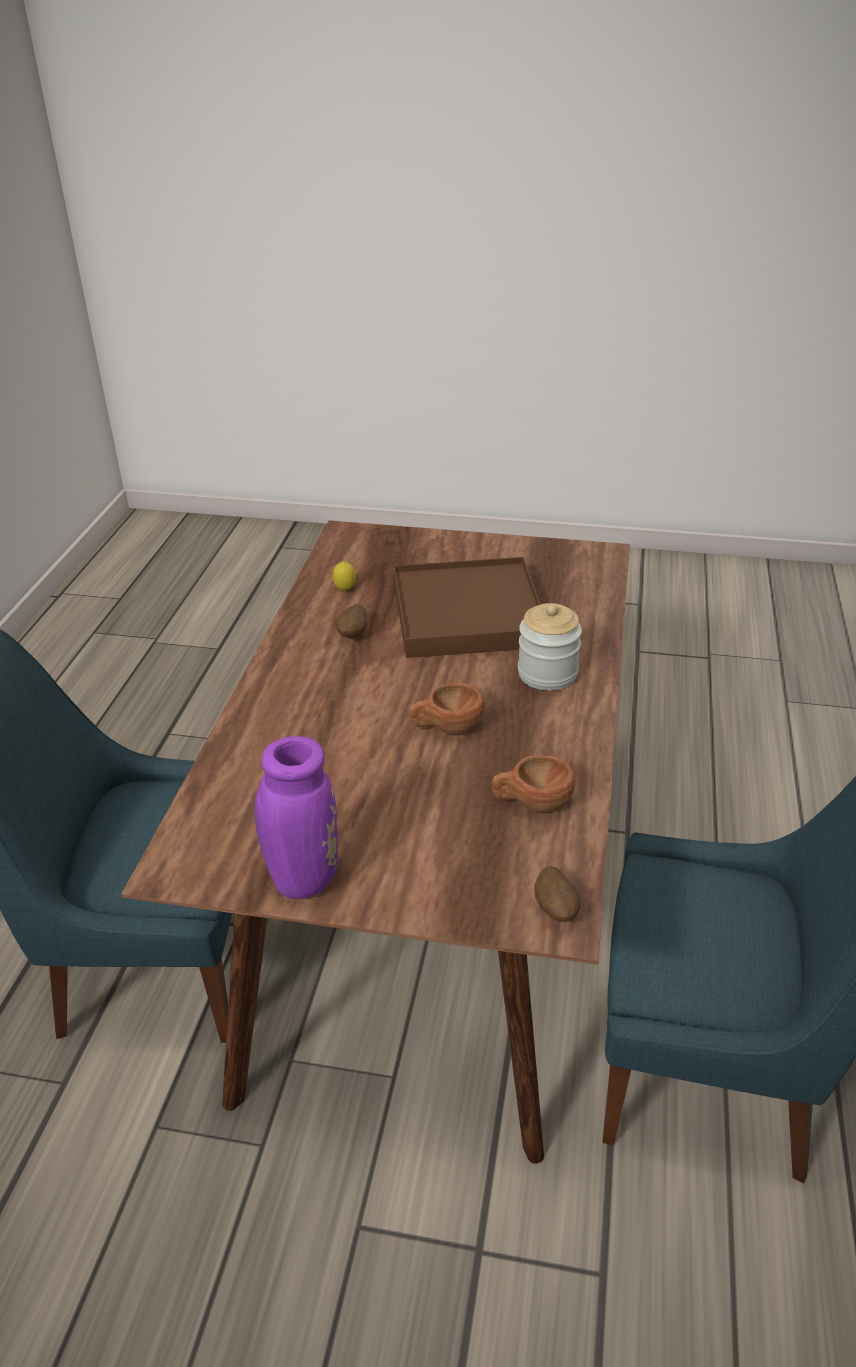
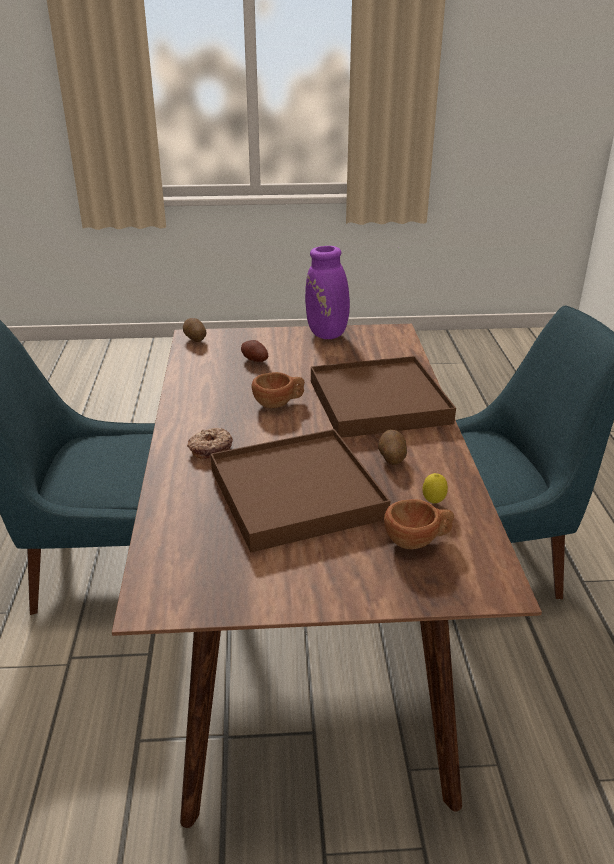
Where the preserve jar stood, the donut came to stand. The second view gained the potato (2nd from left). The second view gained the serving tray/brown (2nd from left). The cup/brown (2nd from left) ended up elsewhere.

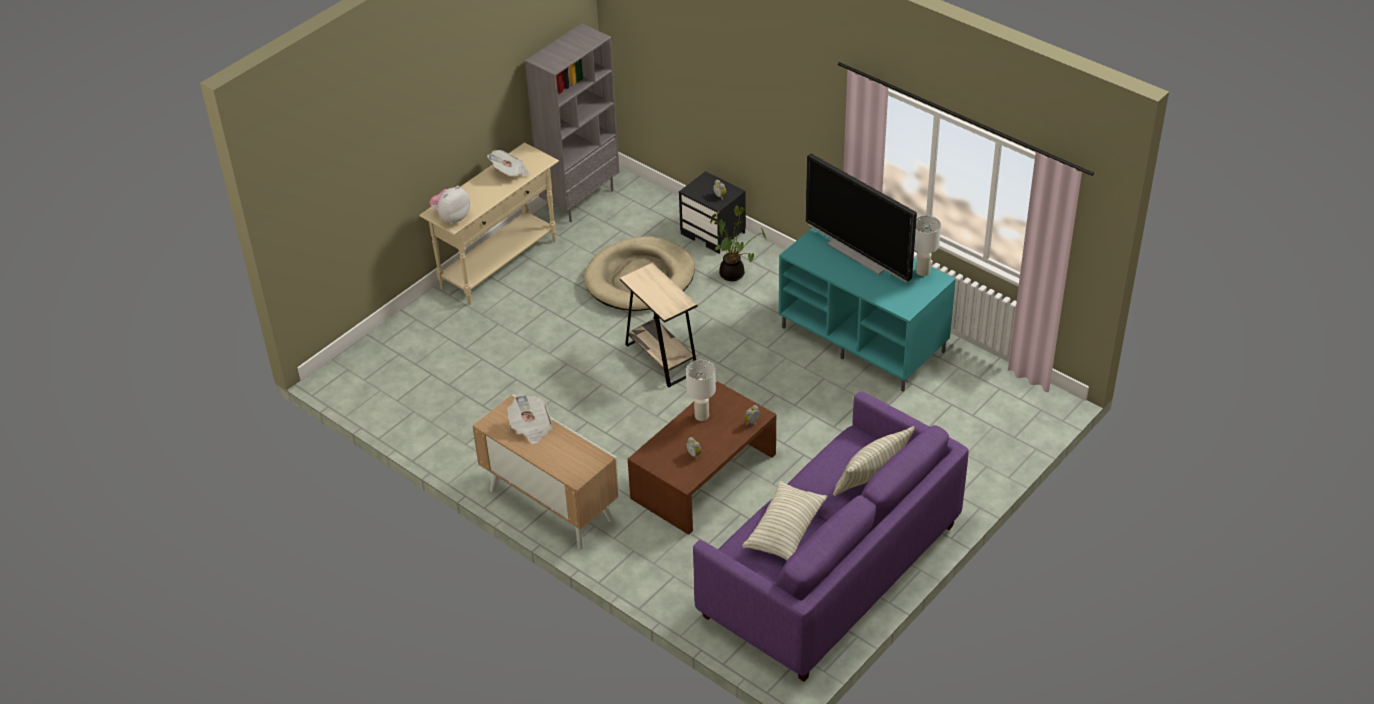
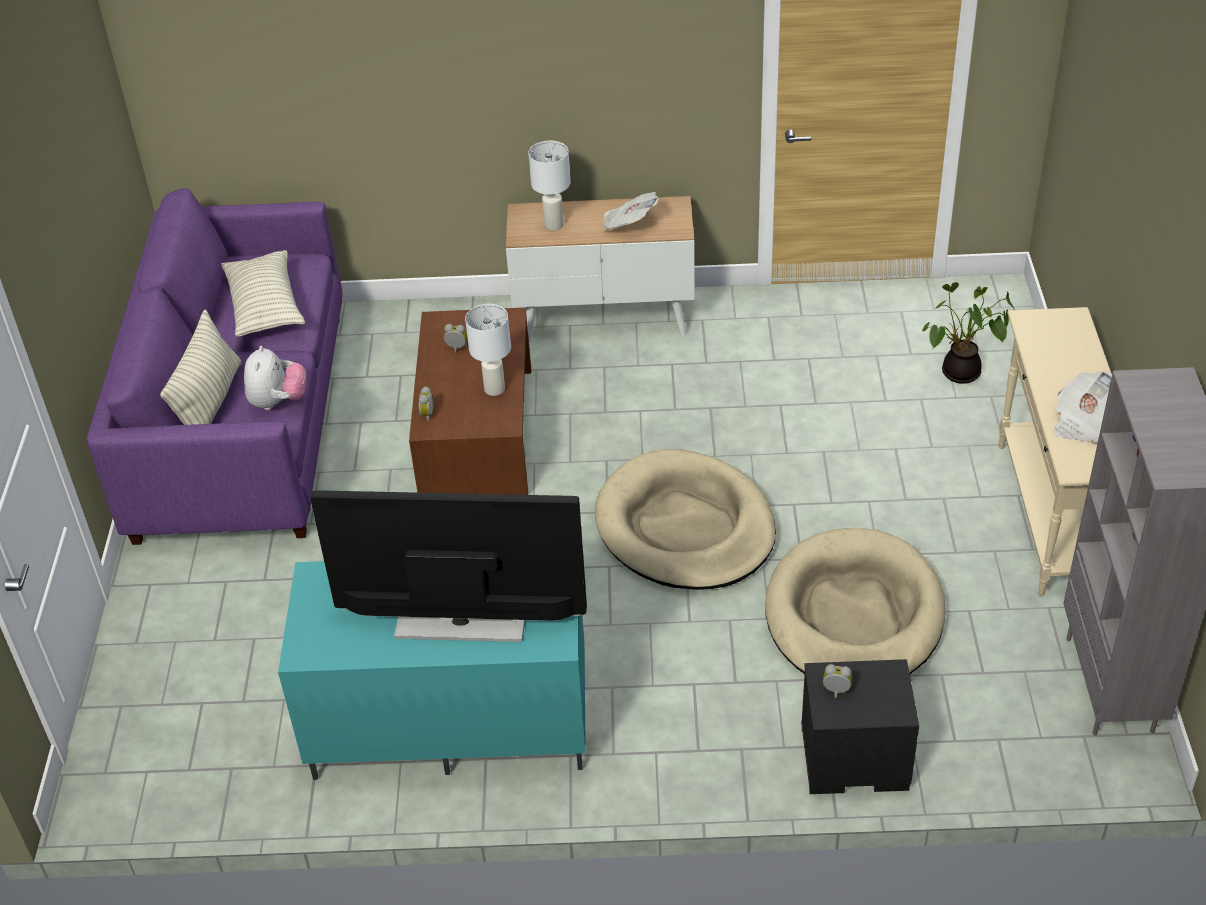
The soft toy ended up elsewhere. The tabletop lamp/white-coloured (2nd from left) ended up elsewhere. Where the end table/beige-coloured stood, the dog bed/beige-coloured (1st from left) came to stand. The houseplant ended up elsewhere.

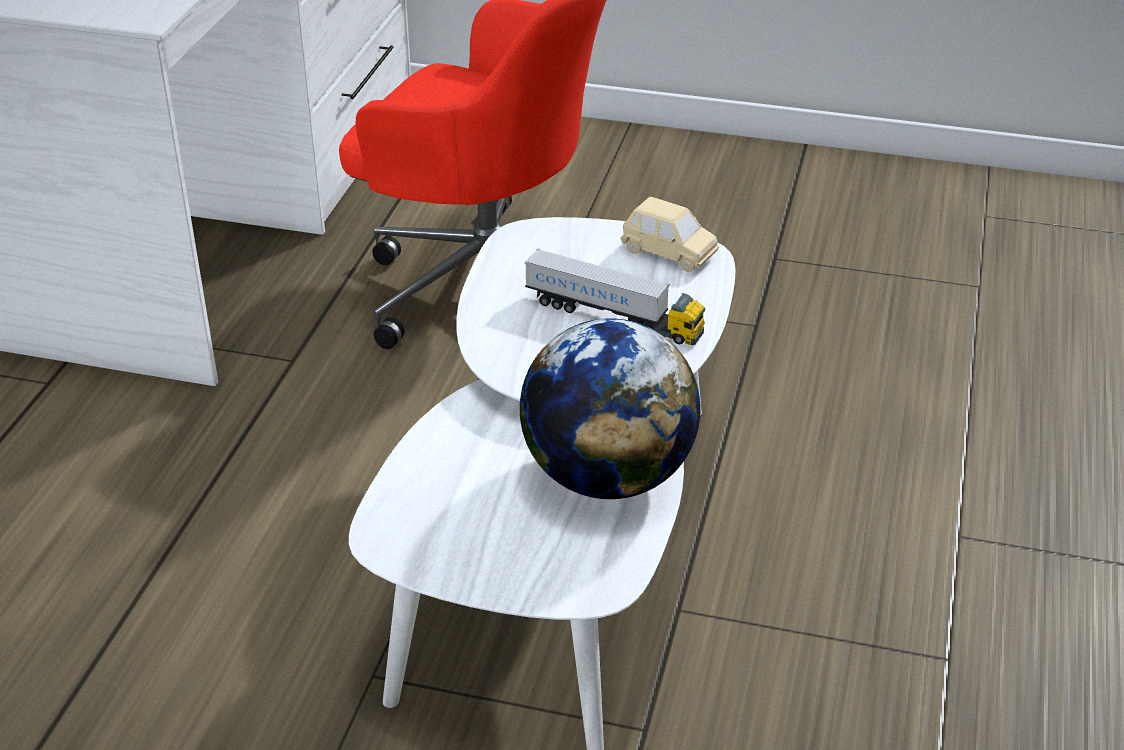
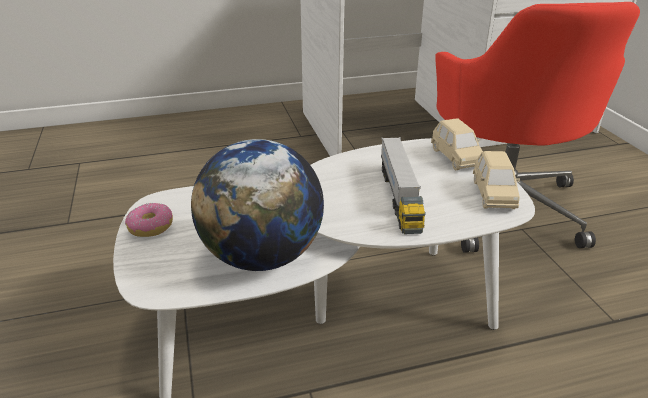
The second view gained the donut. The second view gained the toy car/beige-coloured (1st from left).

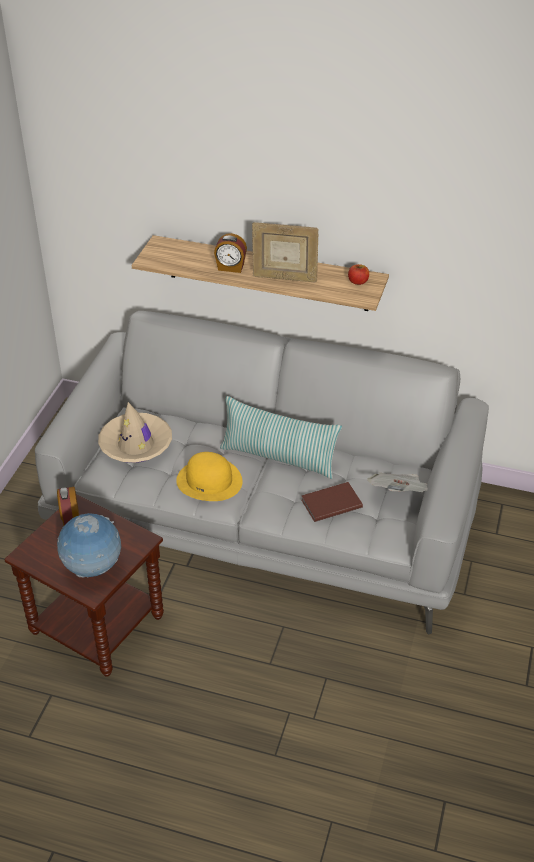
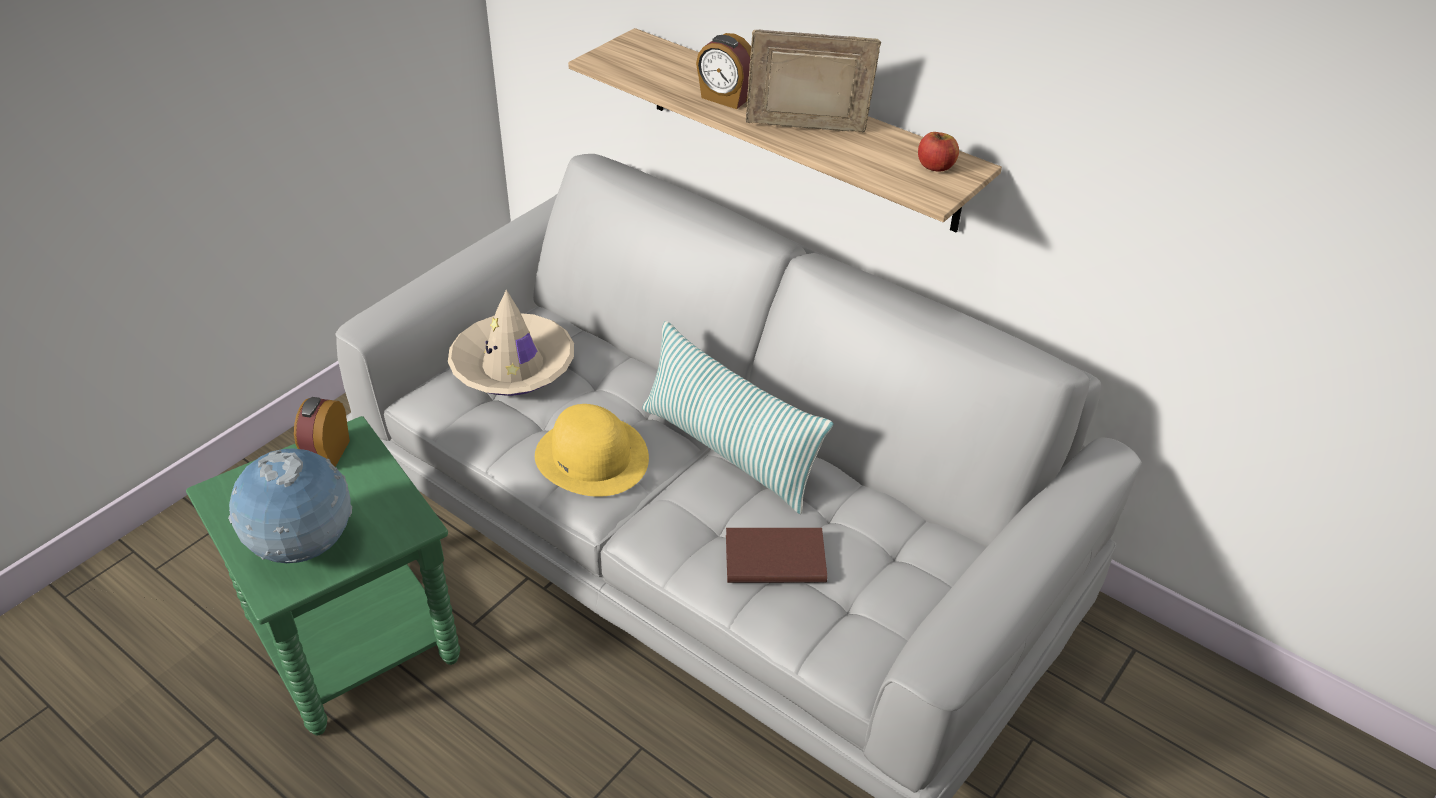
What was the end table/brown turned into the end table/greenish. The photo frame ended up facing another way, 150 degrees clockwise from before. The second view lost the daily paper.

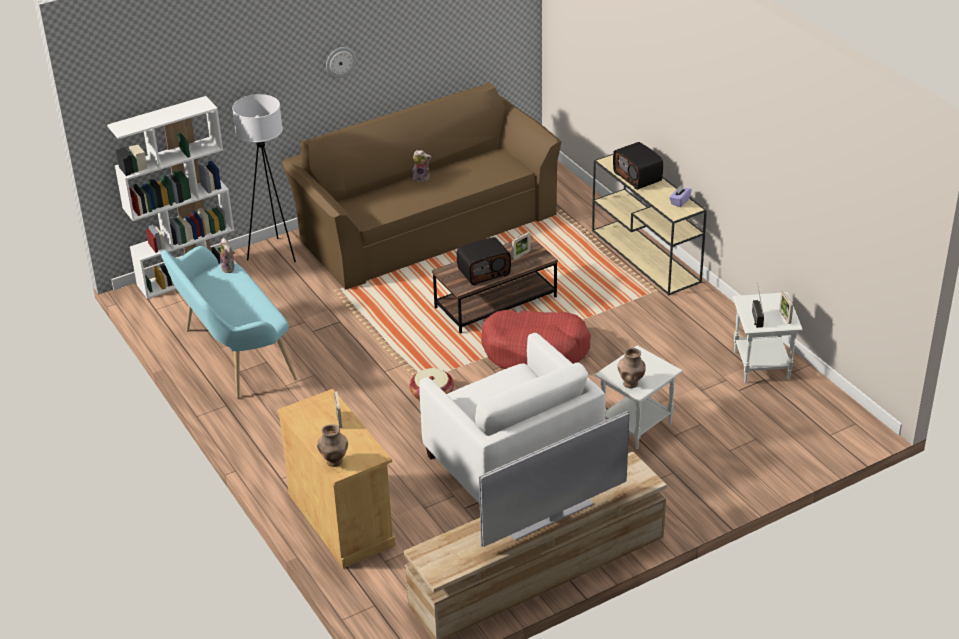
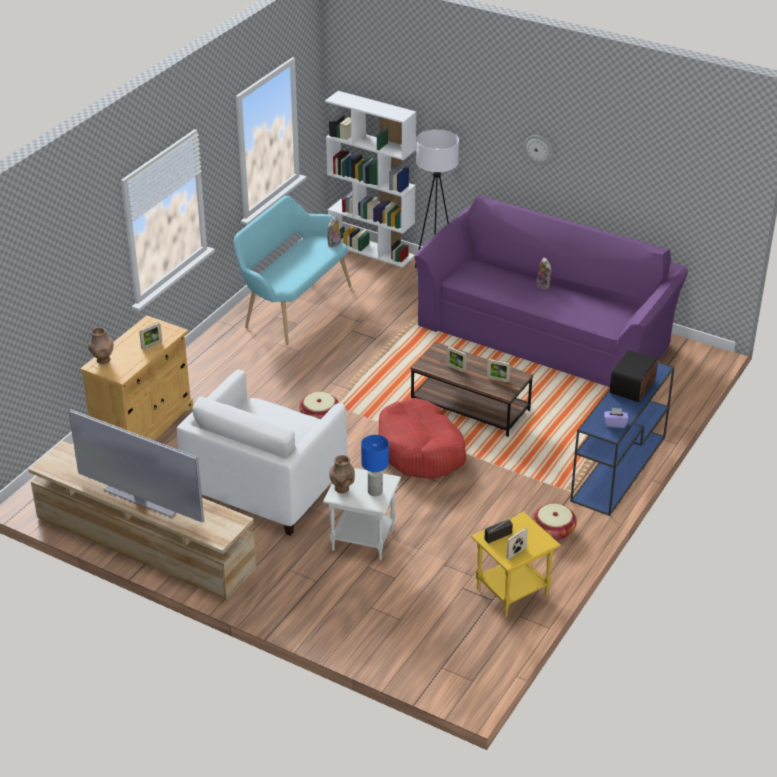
The second view gained the tabletop lamp/blue-coloured. What was the sofa/brown turned into the sofa/purple-coloured. Where the radio (1st from left) stood, the photo frame (2nd from left) came to stand. What was the end table/white-coloured (2nd from left) turned into the end table/yellow. The second view gained the household basket (2nd from left). What was the narrow table/beige-coloured turned into the narrow table/blue-coloured.

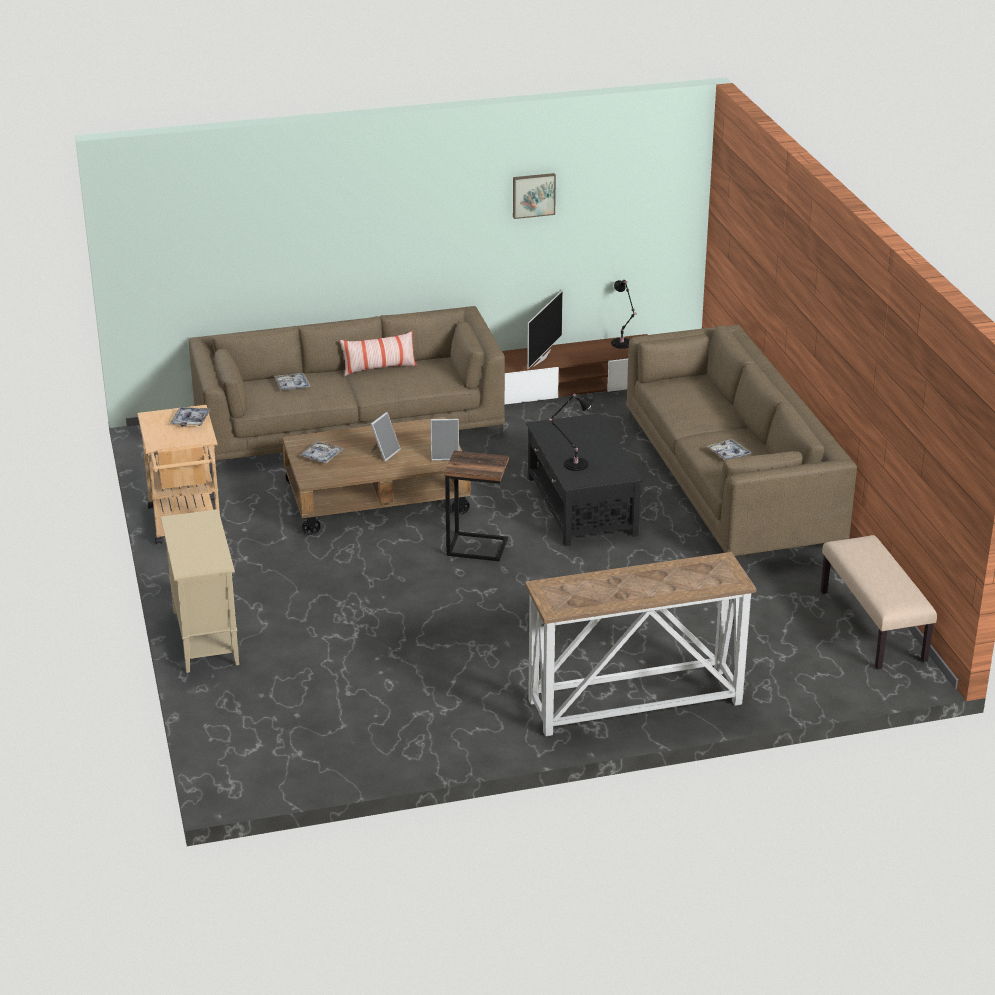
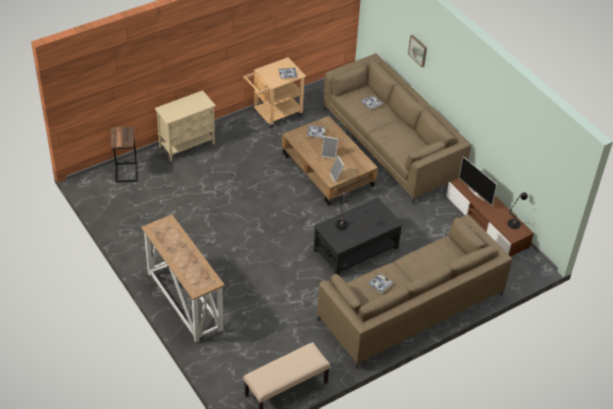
The end table ended up elsewhere. The wall picture ended up elsewhere. The TV ended up facing another way, 45 degrees clockwise from before. The second view lost the pillow.

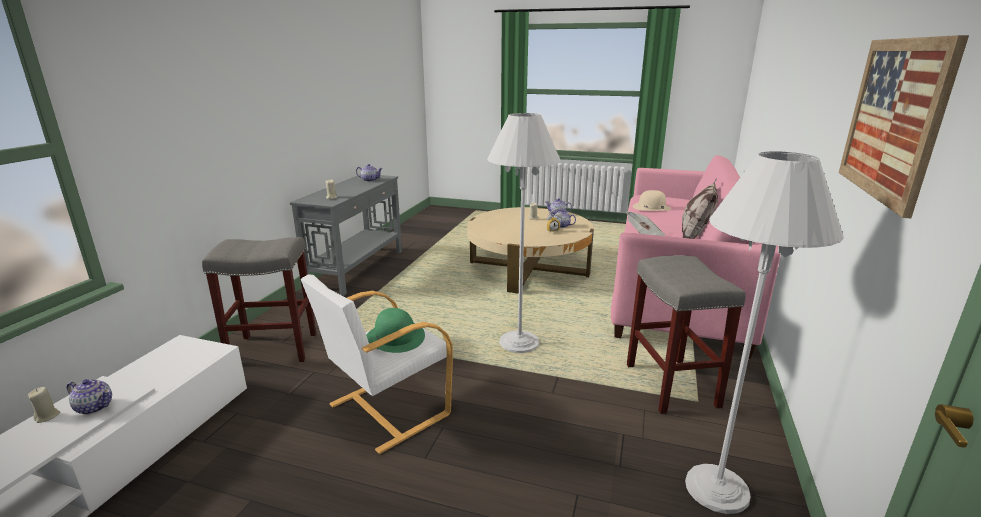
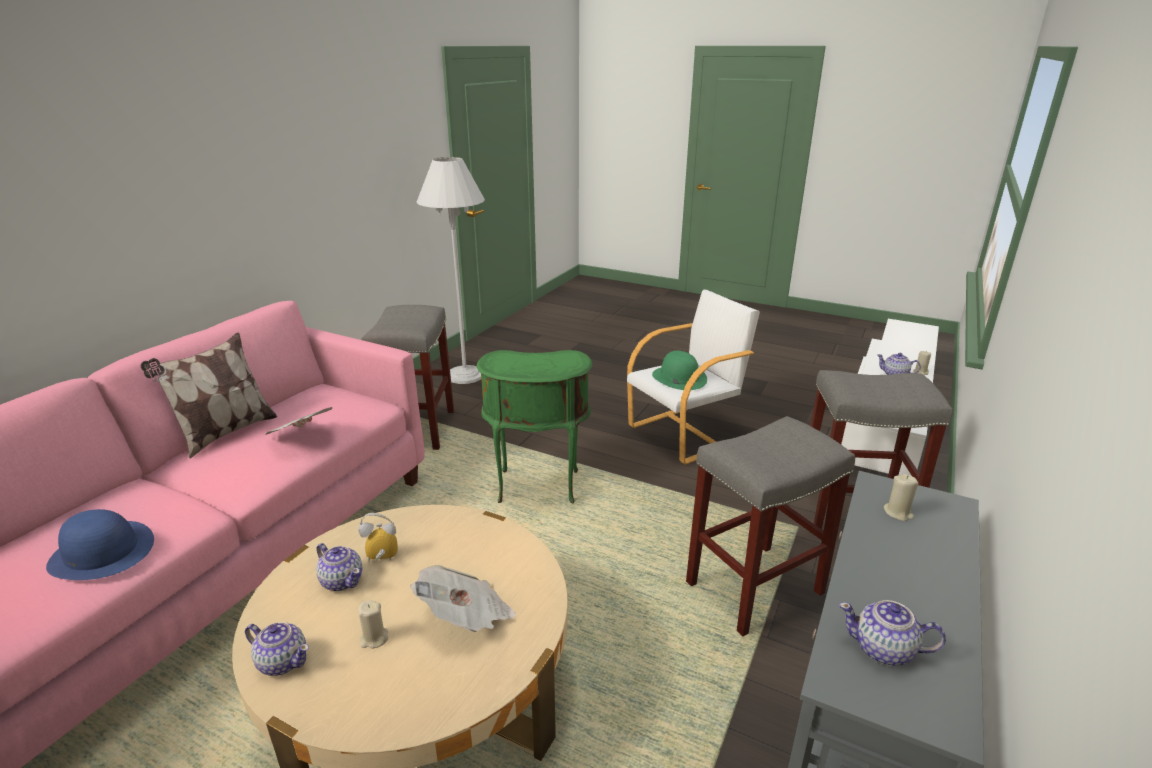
What was the hat/beige-coloured turned into the hat/blue-coloured. The second view gained the daily paper (2nd from left). Where the floor lamp/white-coloured (1st from left) stood, the end table/greenish came to stand. The second view gained the sitting stool/gray (2nd from left). The second view lost the wall picture.

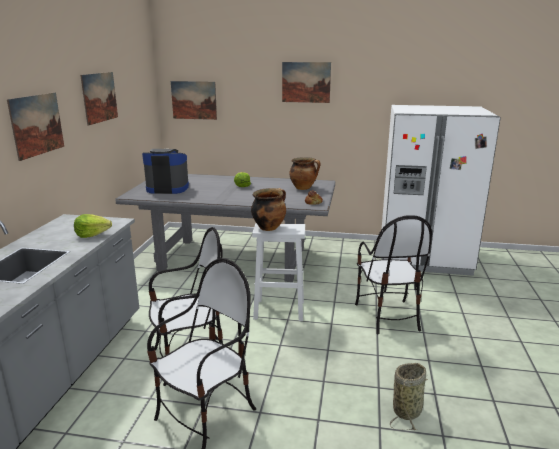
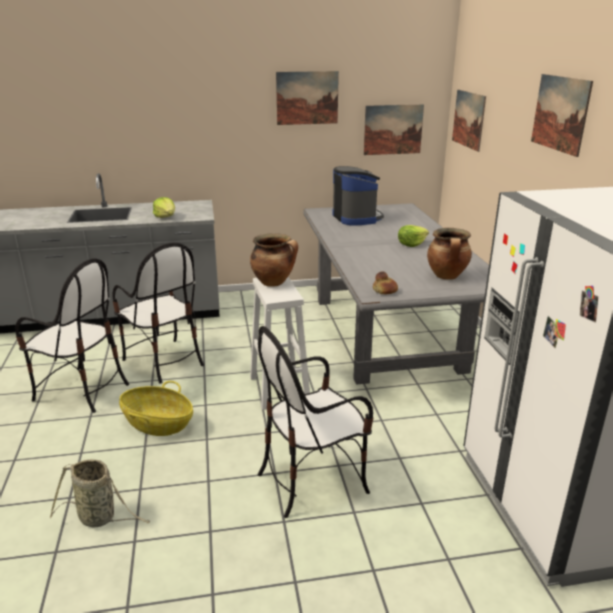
The second view gained the household basket (2nd from left). The wall picture (1st from left in the first image) ended up elsewhere.

